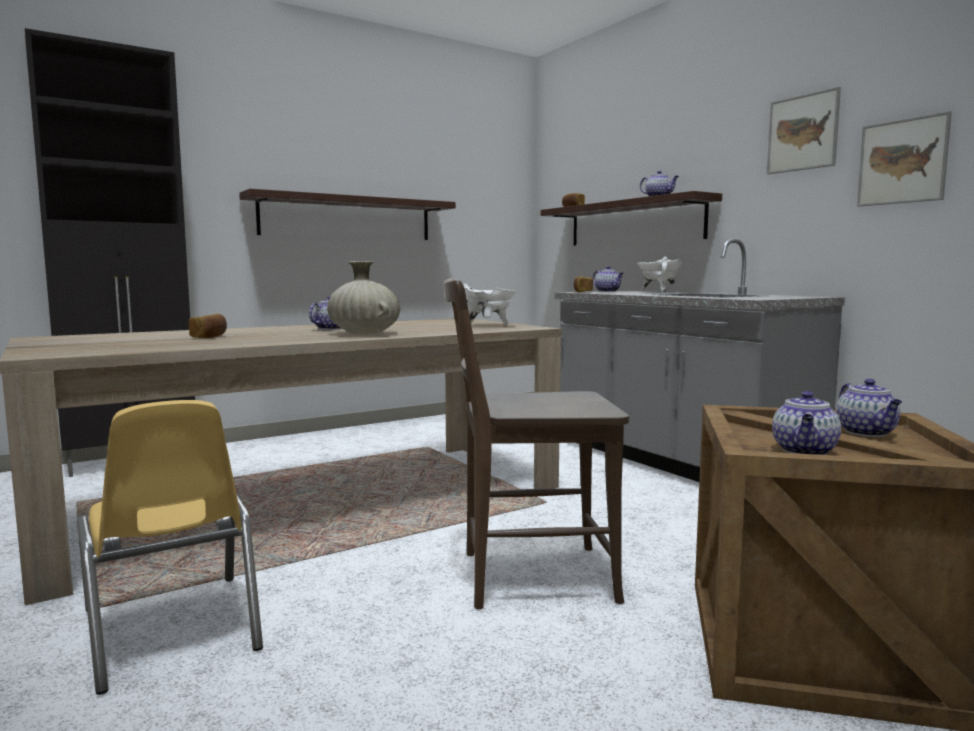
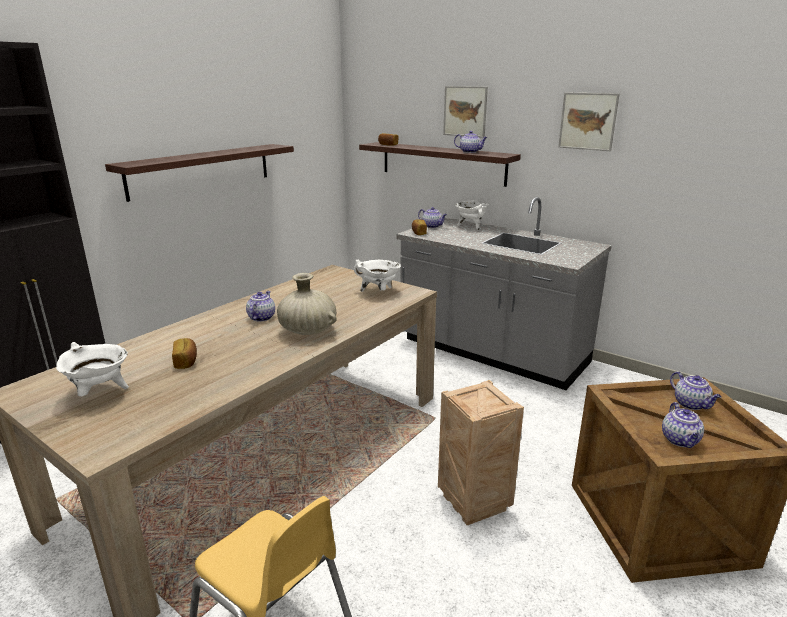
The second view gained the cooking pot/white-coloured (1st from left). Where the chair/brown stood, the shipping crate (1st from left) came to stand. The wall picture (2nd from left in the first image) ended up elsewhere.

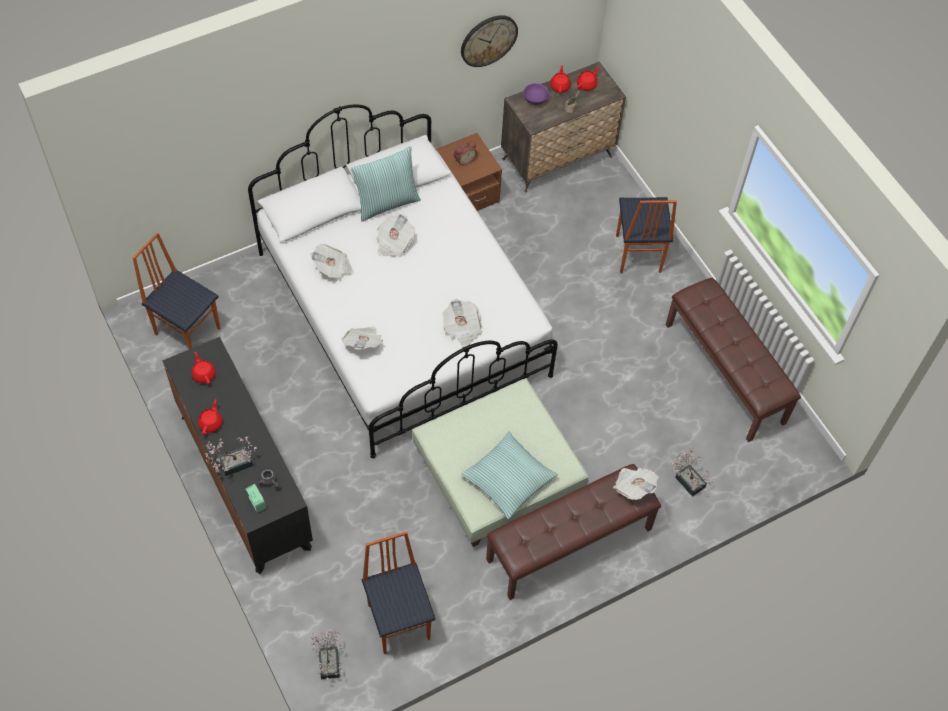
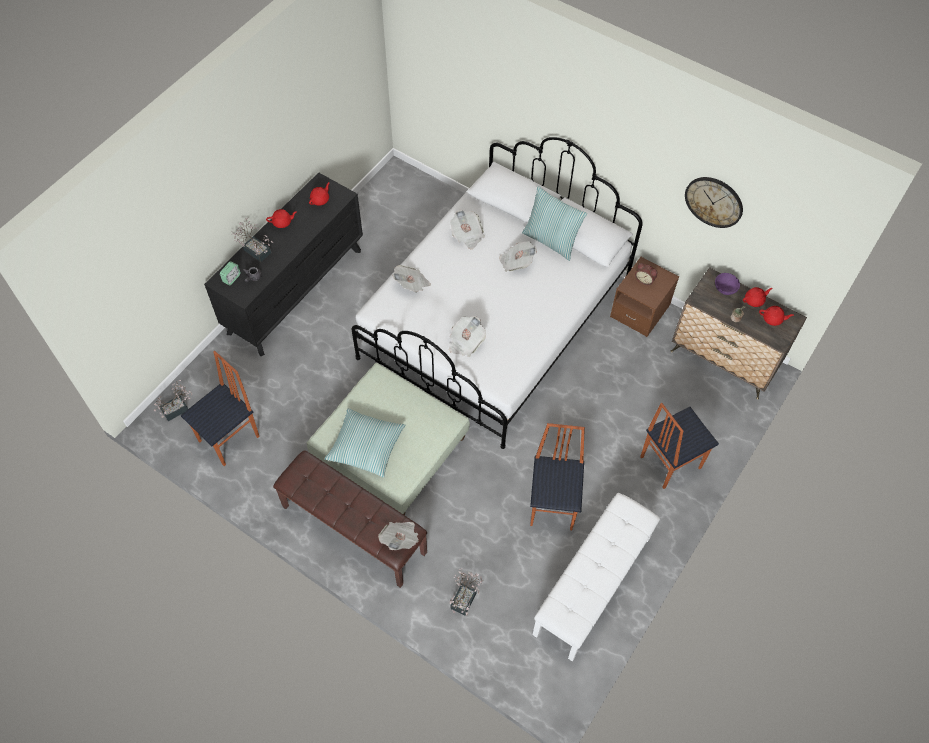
The chair (1st from left in the first image) ended up elsewhere. What was the long seat/brown (2nd from left) turned into the long seat/white-coloured.

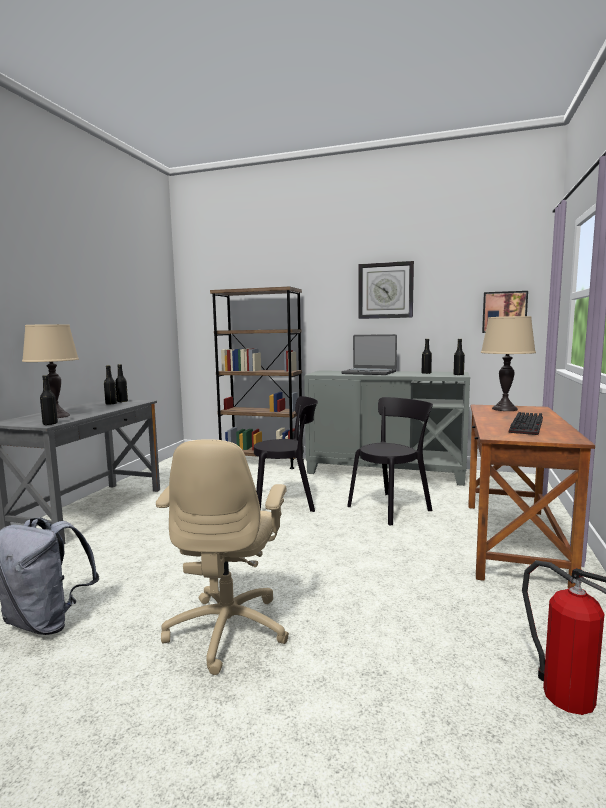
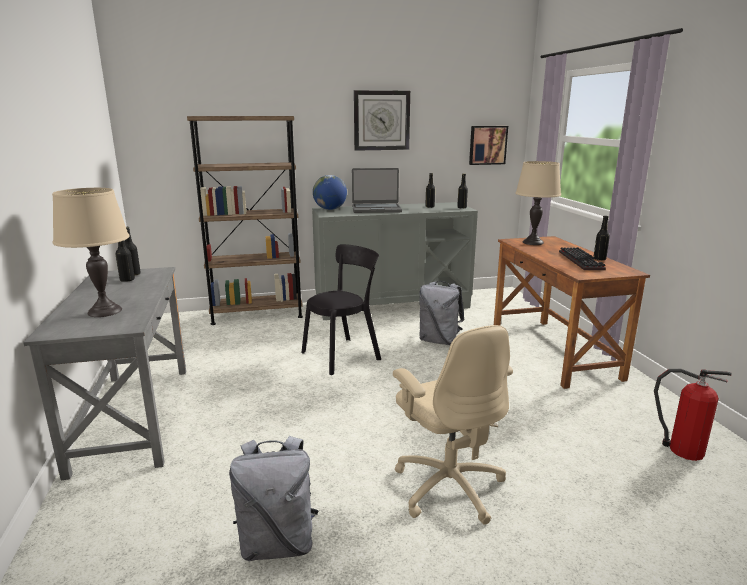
The second view gained the globe. Where the chair/blackish (2nd from left) stood, the backpack/gray (2nd from left) came to stand. The drink bottle/blackish (1st from left in the first image) ended up elsewhere.

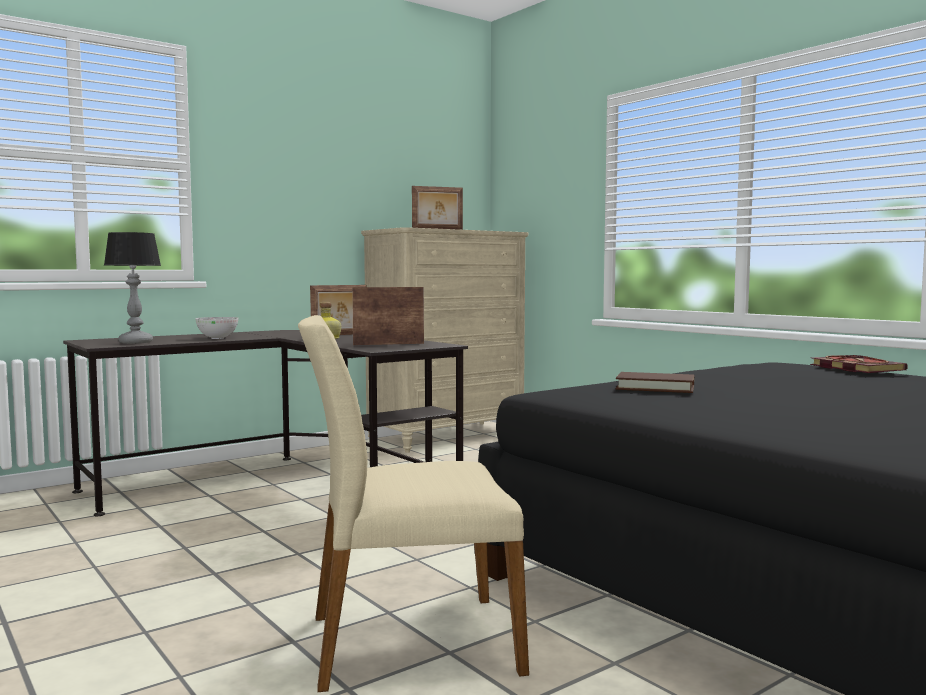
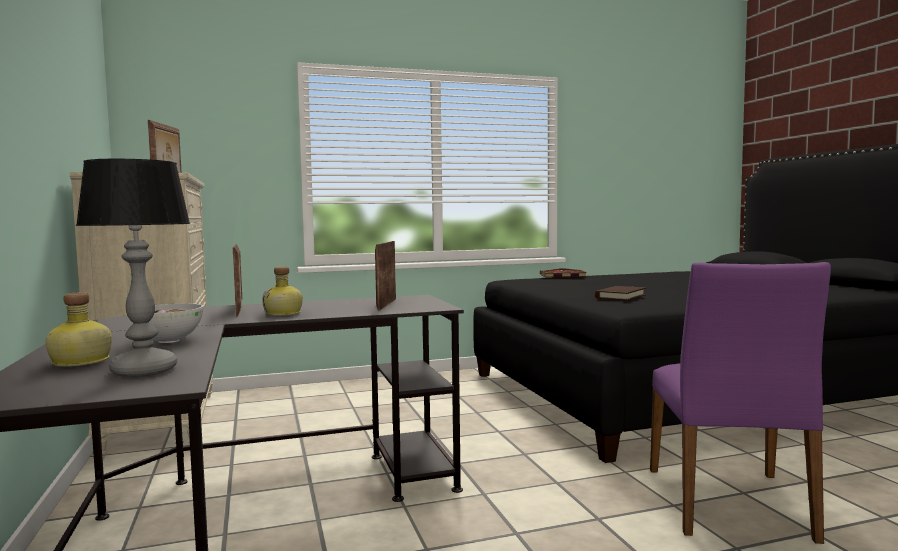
The second view gained the drink bottle (1st from left). What was the chair/beige-coloured turned into the chair/purple-coloured.

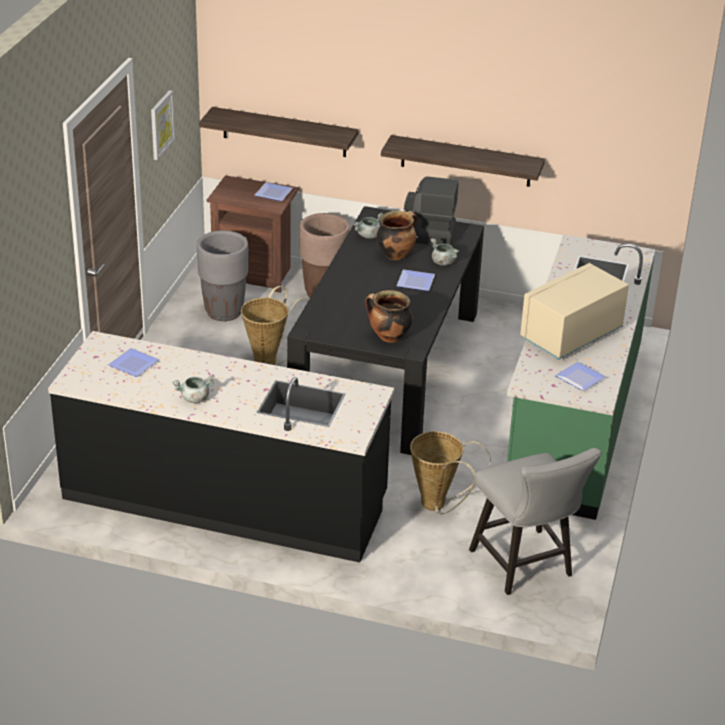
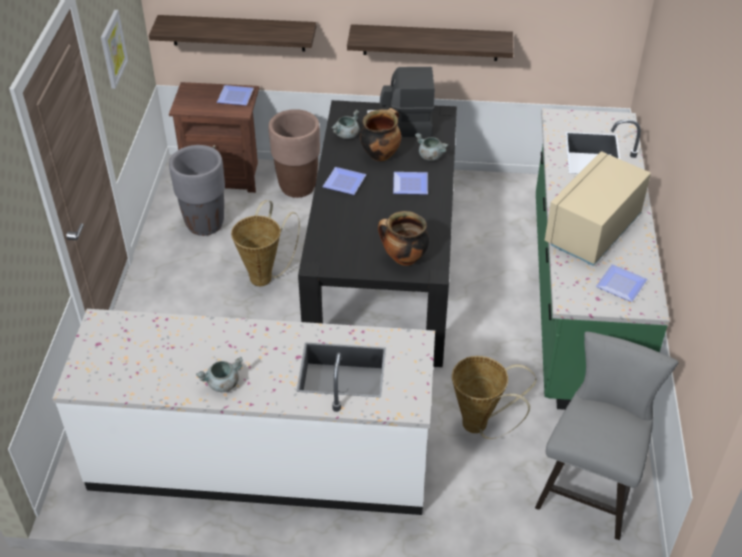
What was the kitchen base unit/blackish turned into the kitchen base unit/white-coloured. The flat dish (1st from left in the first image) ended up elsewhere. The chair/gray ended up facing another way, 120 degrees counterclockwise from before.

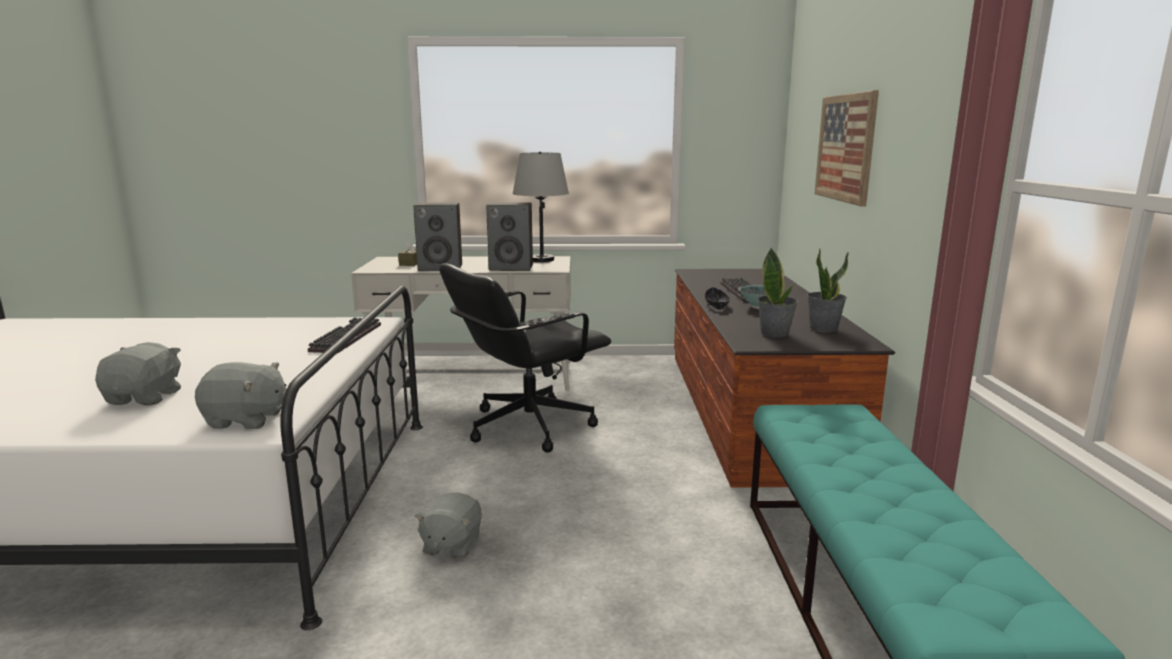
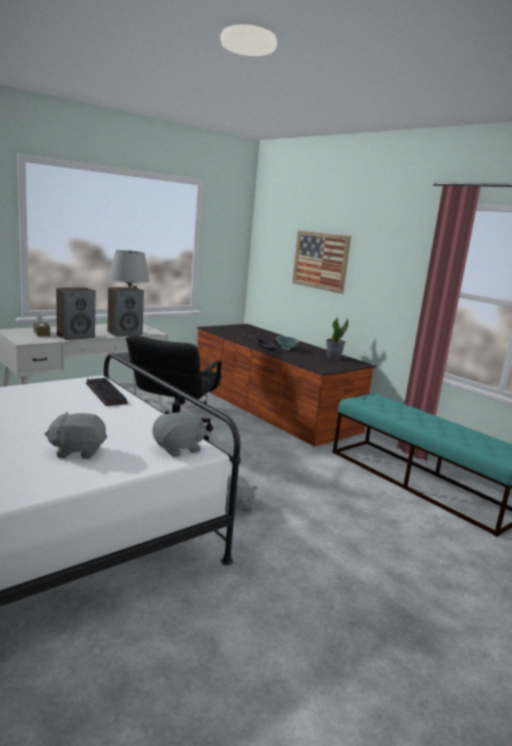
The soft toy/gray (1st from left) ended up facing another way, 60 degrees counterclockwise from before. The second view lost the houseplant (1st from left).

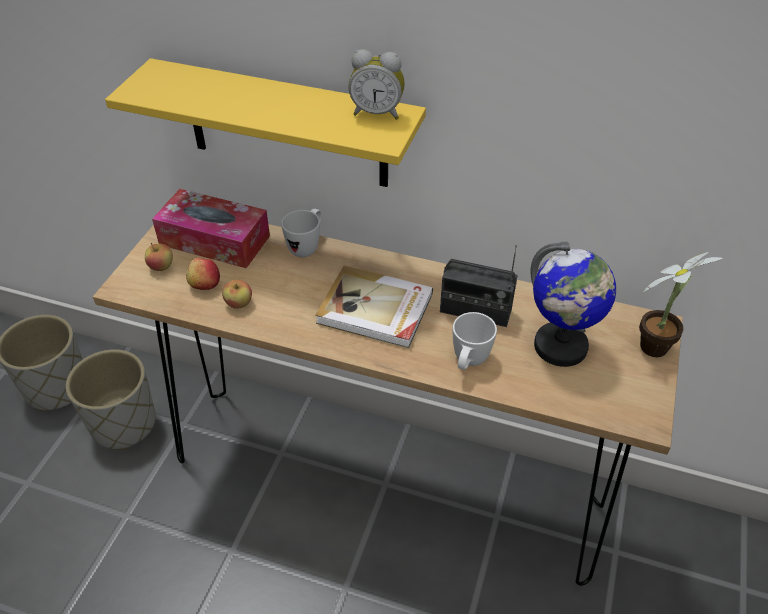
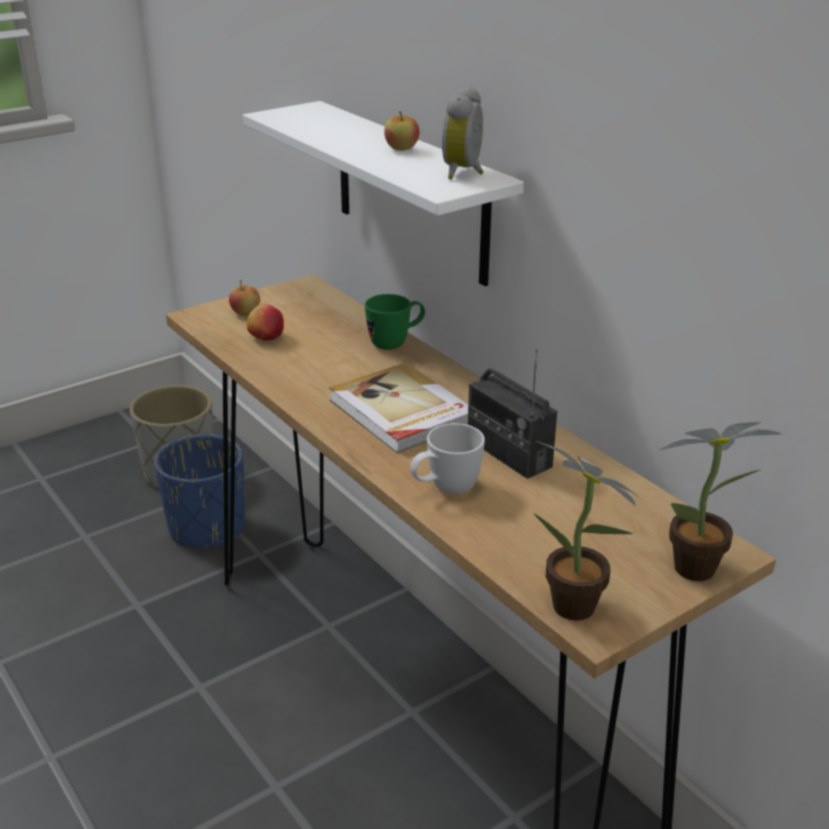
What was the planter/gray (2nd from left) turned into the planter/blue-coloured. What was the wall shelf/yellow turned into the wall shelf/white-coloured. What was the mug/white-coloured (1st from left) turned into the mug/greenish. The whole apple (3rd from left) ended up elsewhere. The table clock ended up facing another way, 60 degrees clockwise from before. The second view gained the houseplant (1st from left). The second view lost the tissue holder. The second view lost the globe.

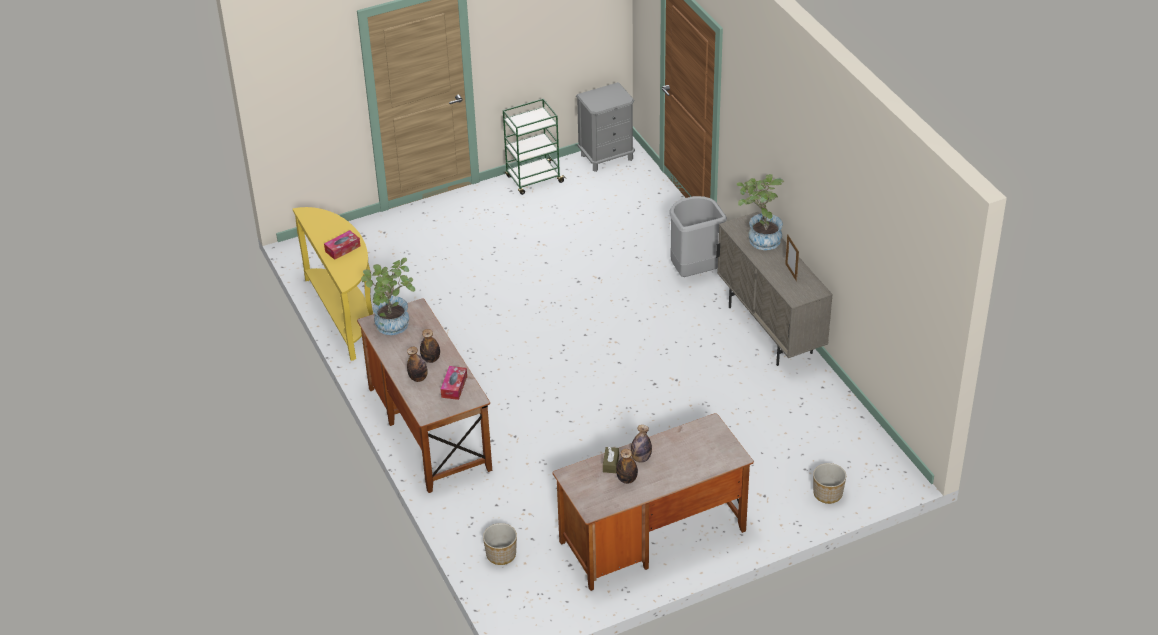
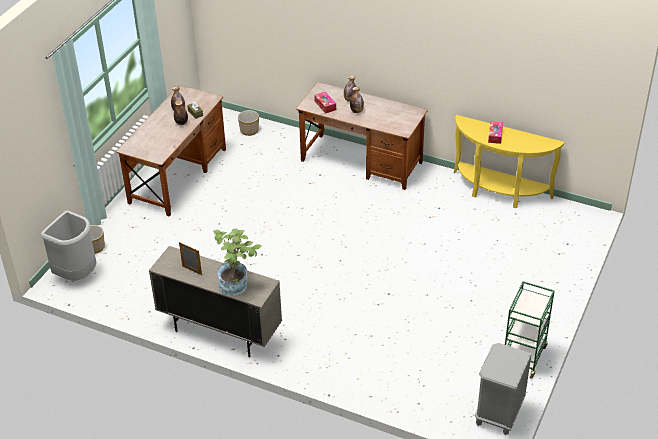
The rubbish bin/gray ended up elsewhere. The second view lost the houseplant (1st from left).

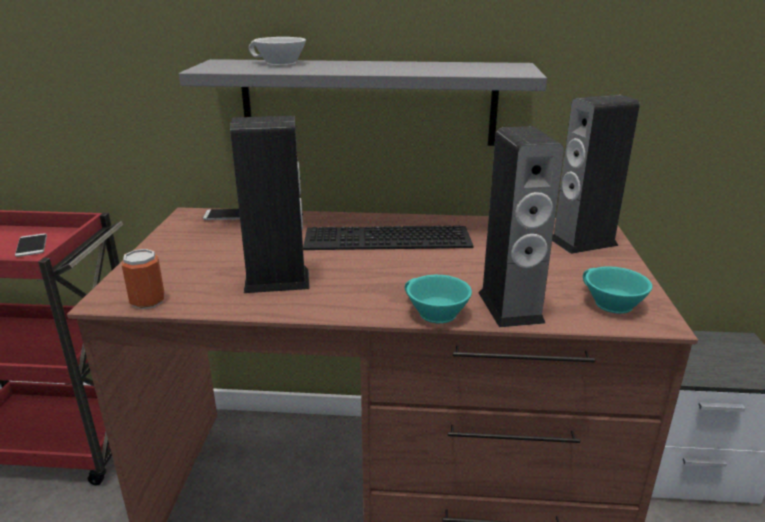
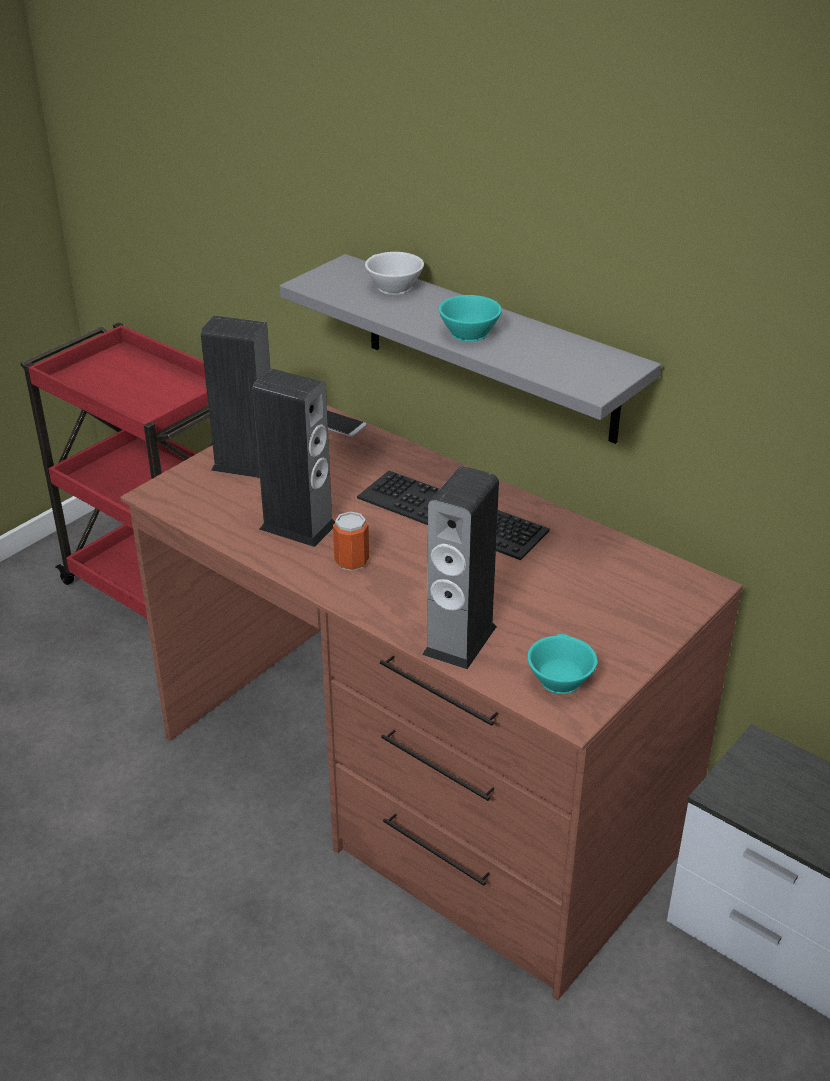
The speaker (3rd from left in the first image) ended up elsewhere. The sealed can ended up elsewhere. The cup/turquoise-coloured (1st from left) ended up elsewhere. The second view lost the handset (1st from left).

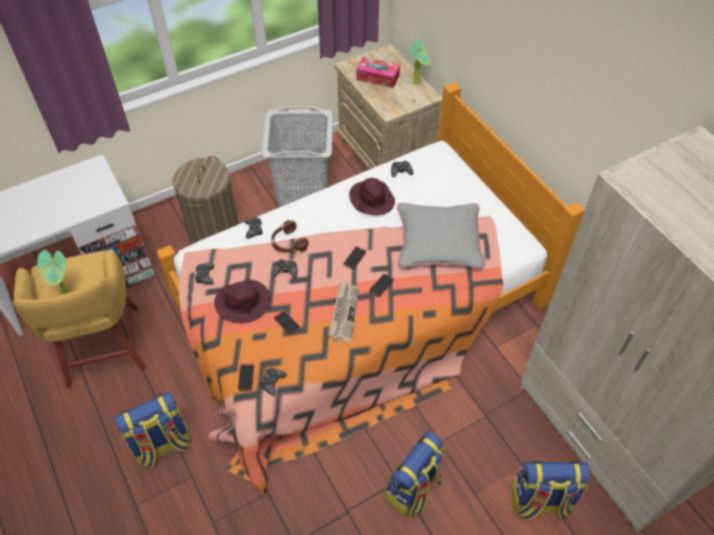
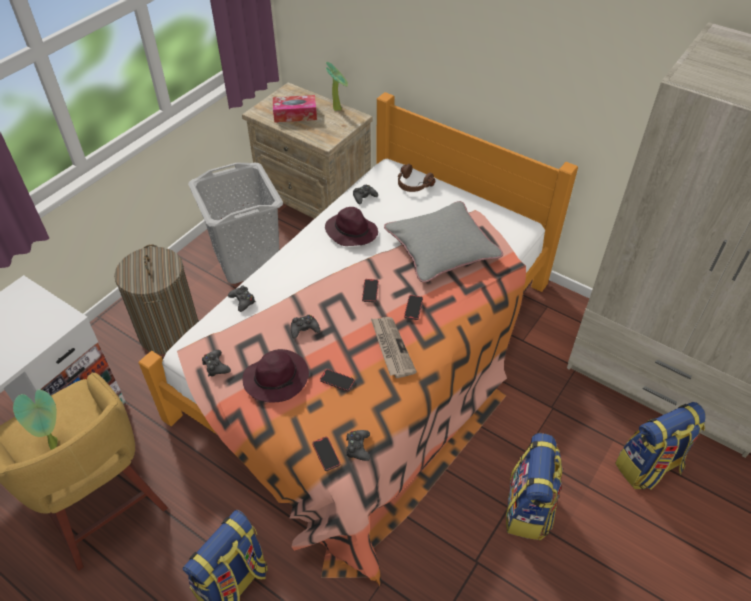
The pair of headphones/brown ended up elsewhere.

